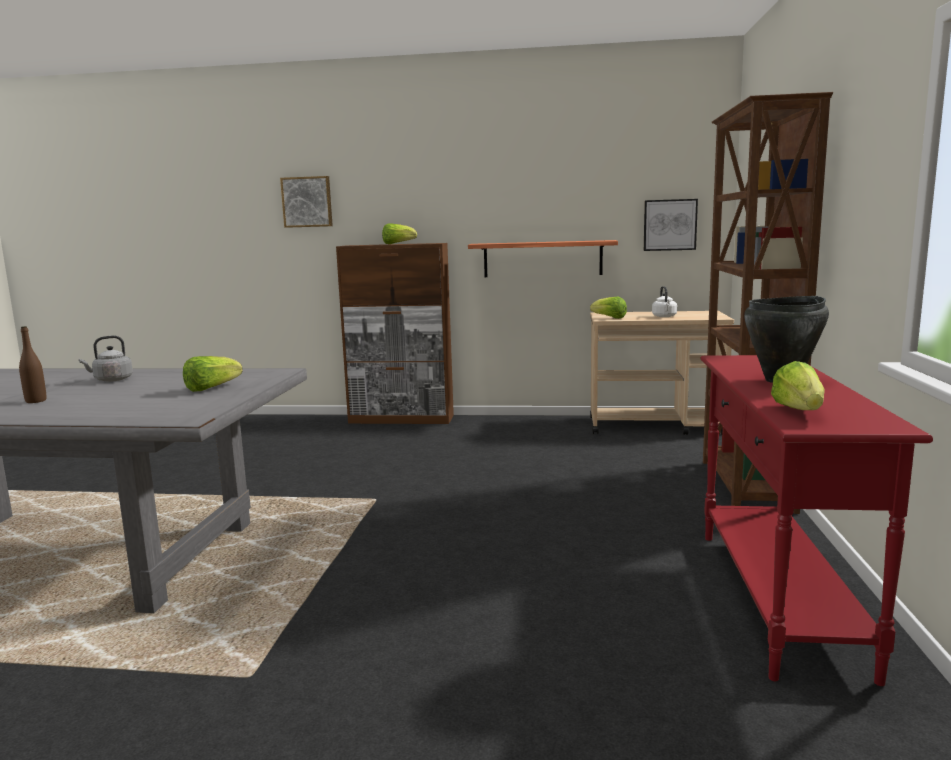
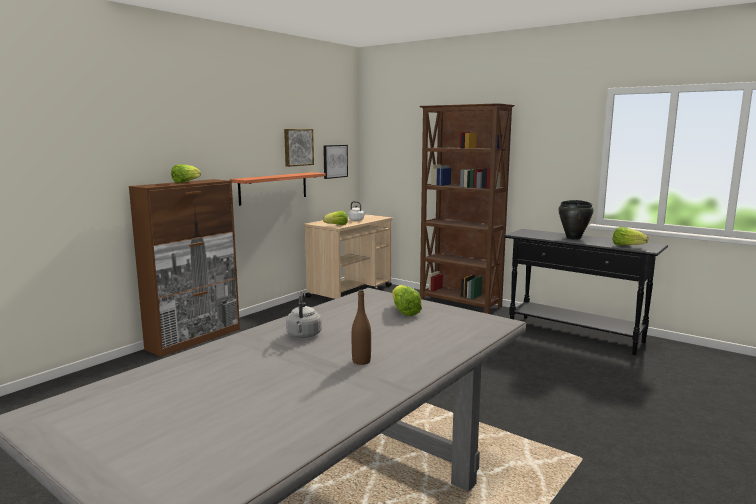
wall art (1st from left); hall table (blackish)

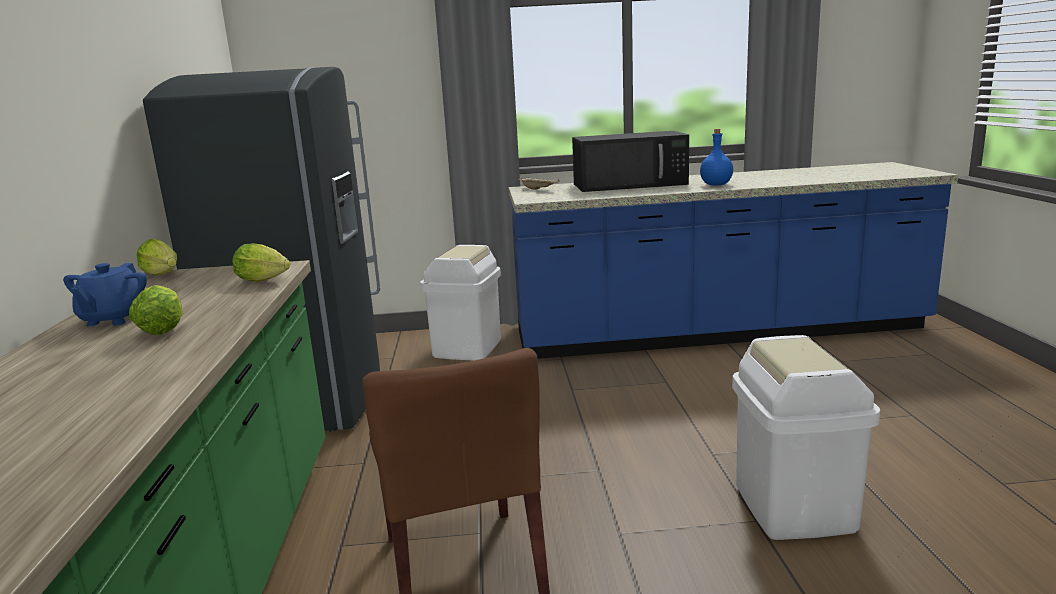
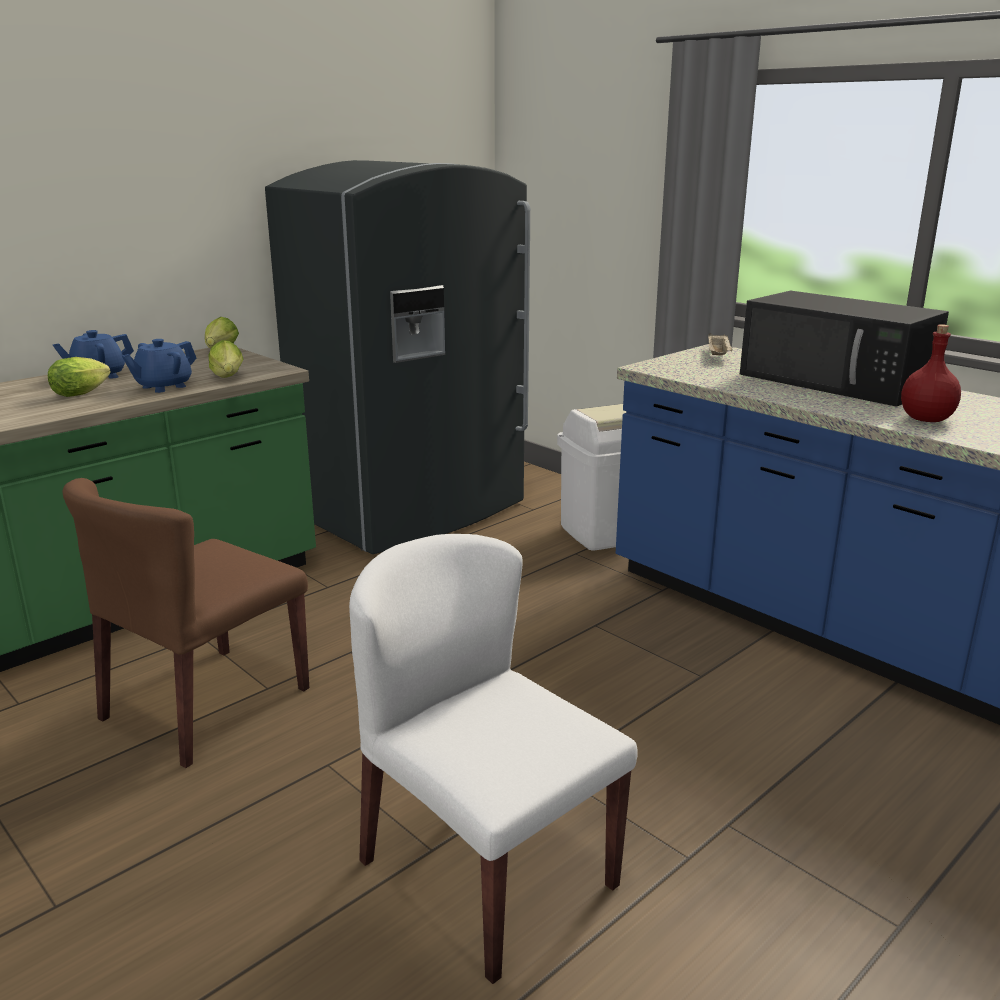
bottle (red); chair (white-coloured); teapot (bluish) (2nd from left)

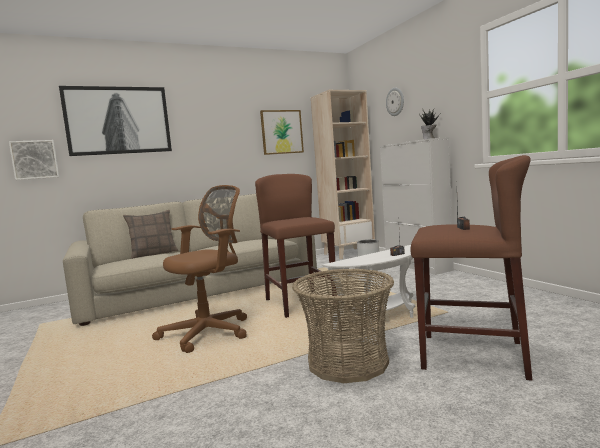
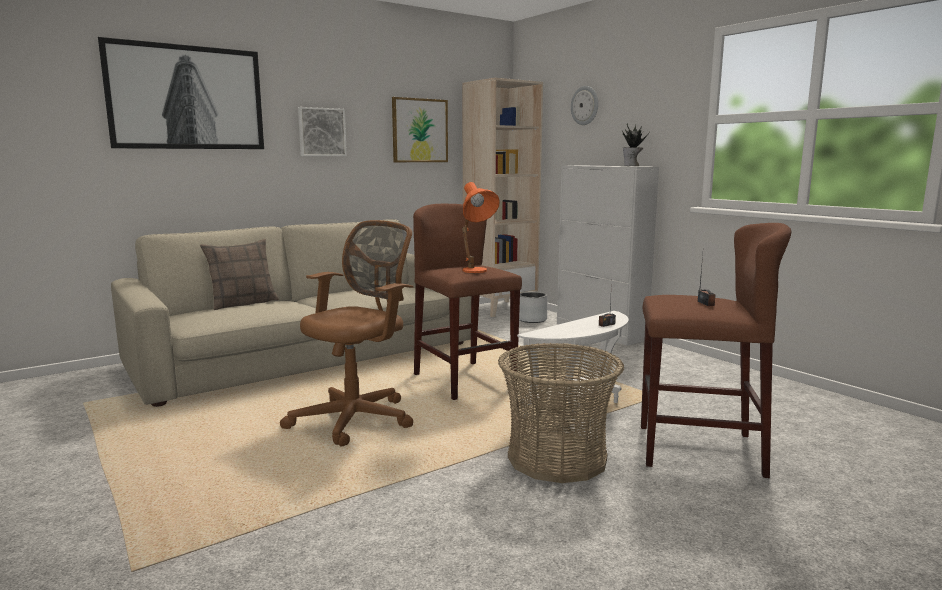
wall art (2nd from left); tabletop lamp (orangey)

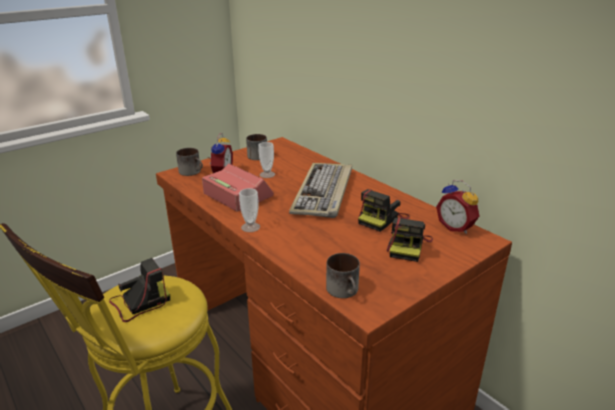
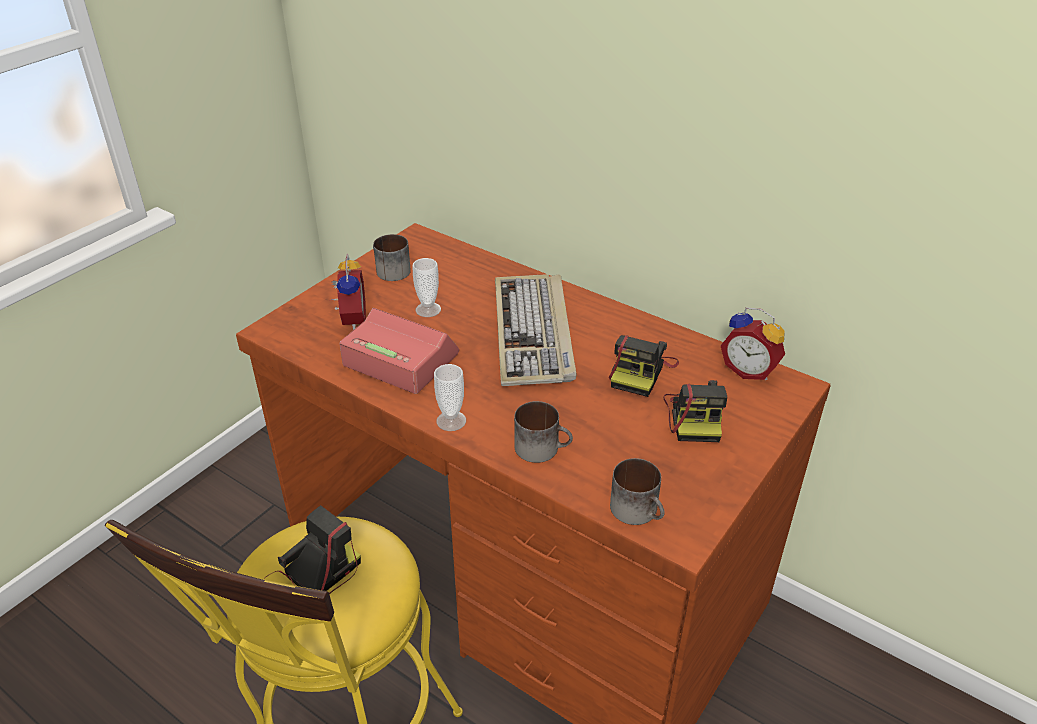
coffee mug (2nd from left)

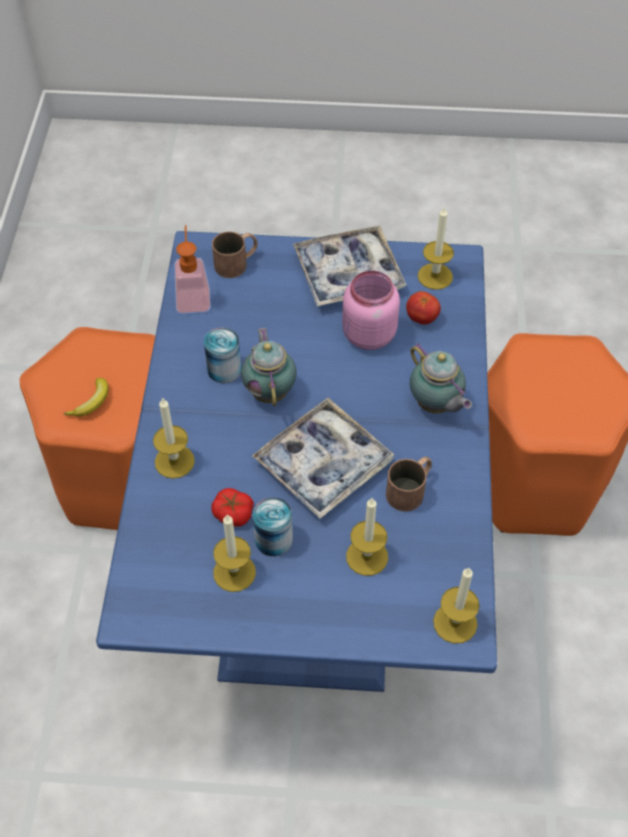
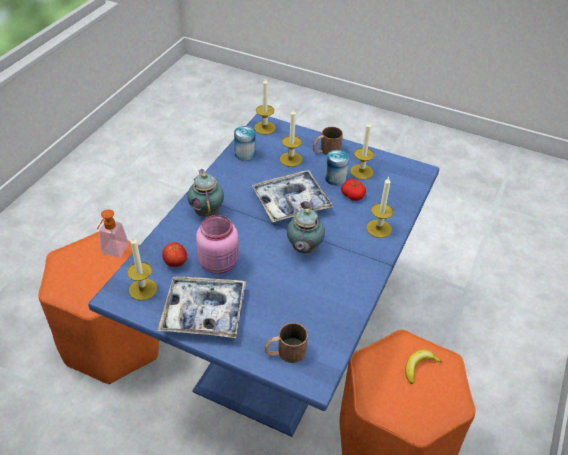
liquid soap bottle; sealed can (1st from left); coffee mug (brown) (2nd from left)

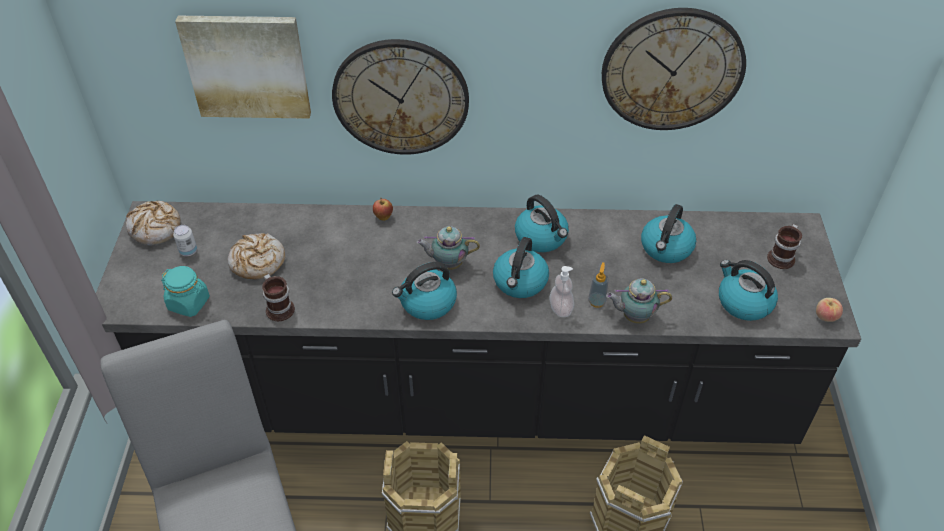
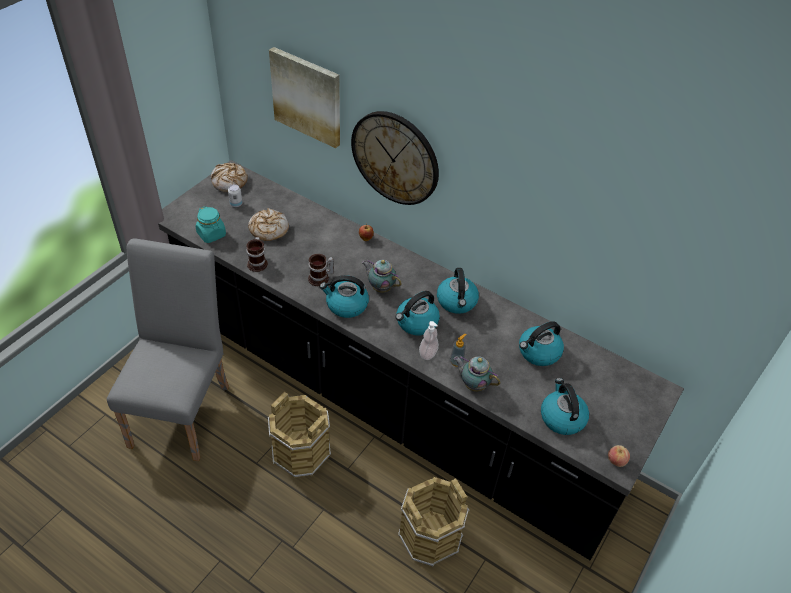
hanging clock (2nd from left in the first image); coffee mug (2nd from left)

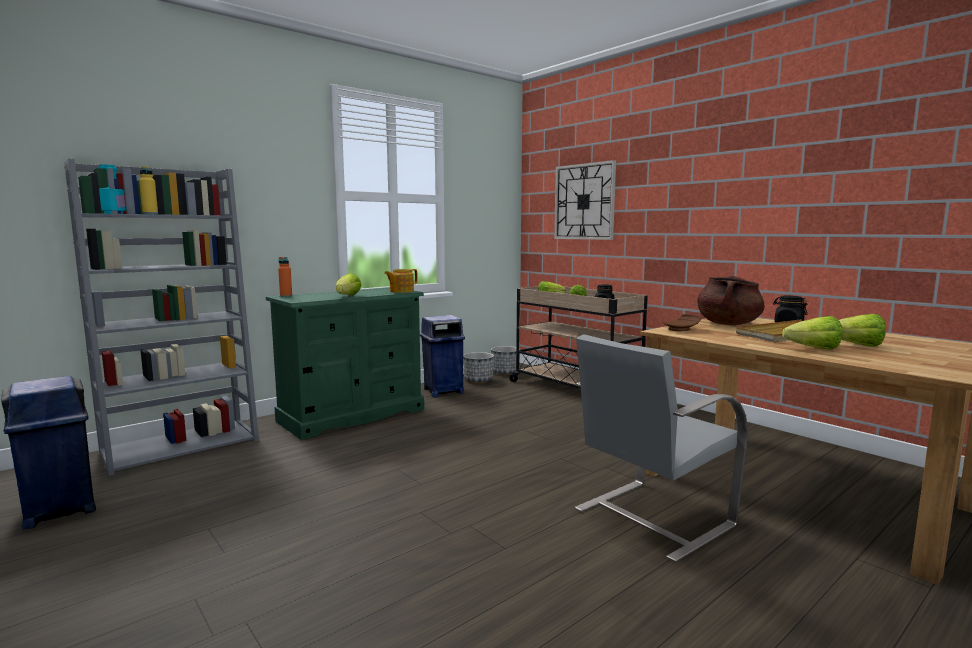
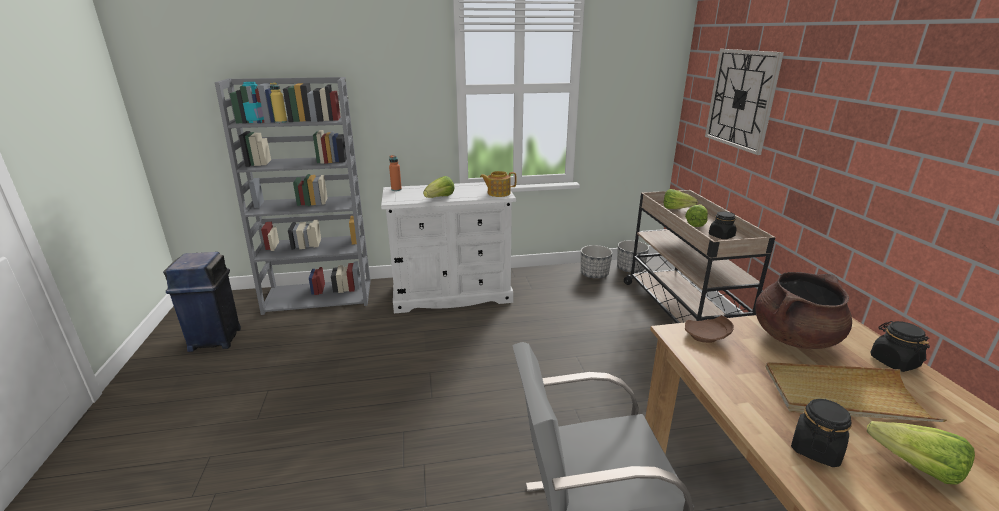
chest of drawers (white-coloured); waste bin (bluish) (2nd from left in the first image); storage jar (blackish) (2nd from left)

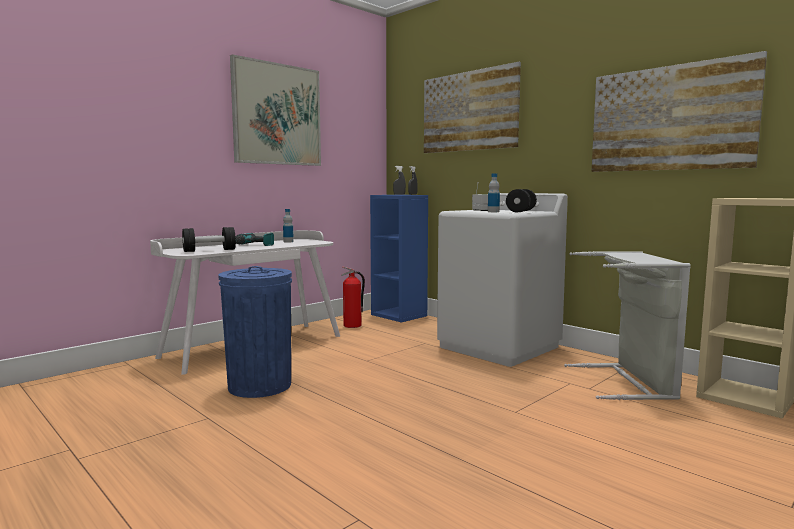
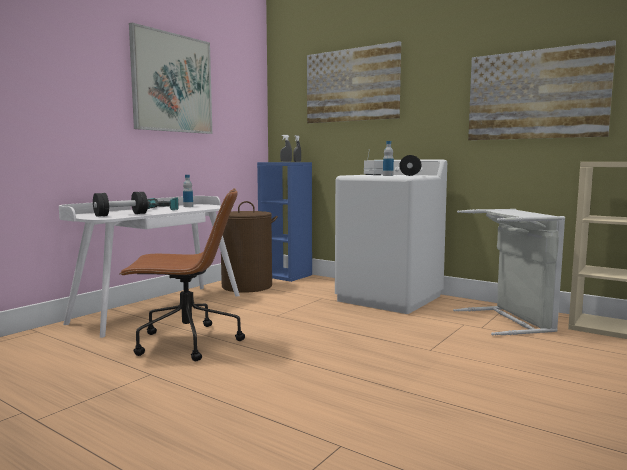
desk chair (brown); washing basket (brown)

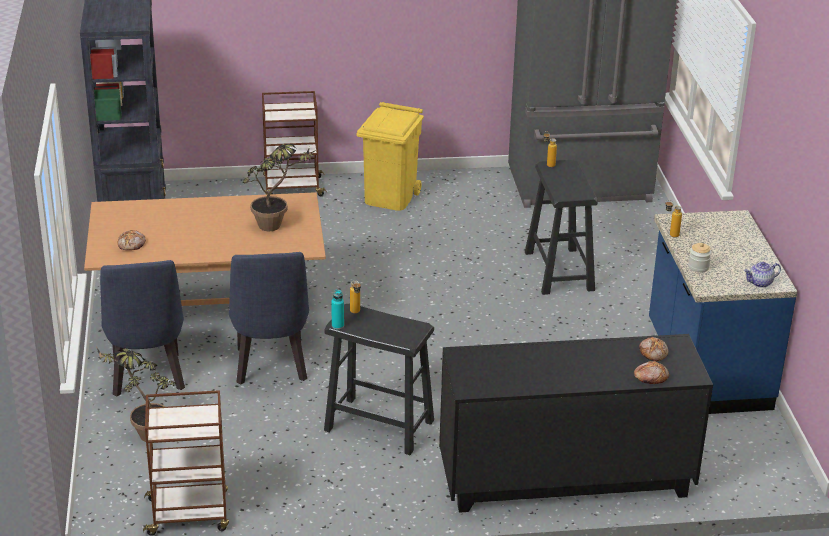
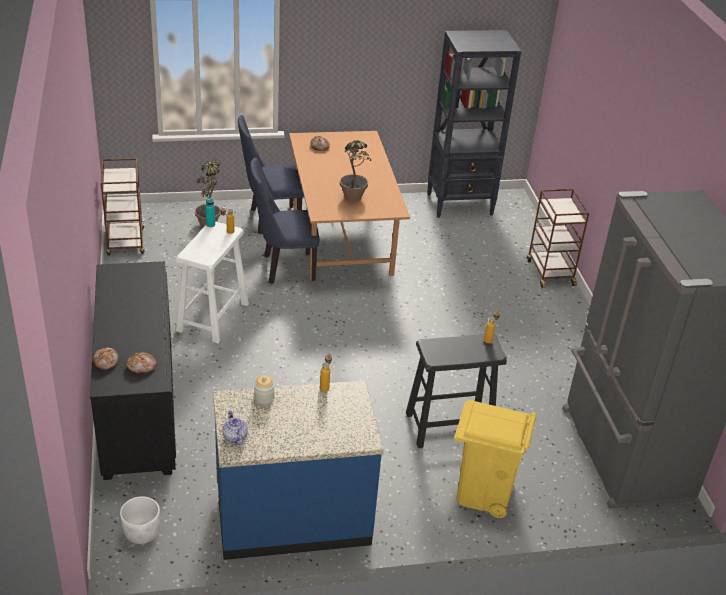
stool (white-coloured); waste bin (yellow-coloured); plant pot (white-coloured)

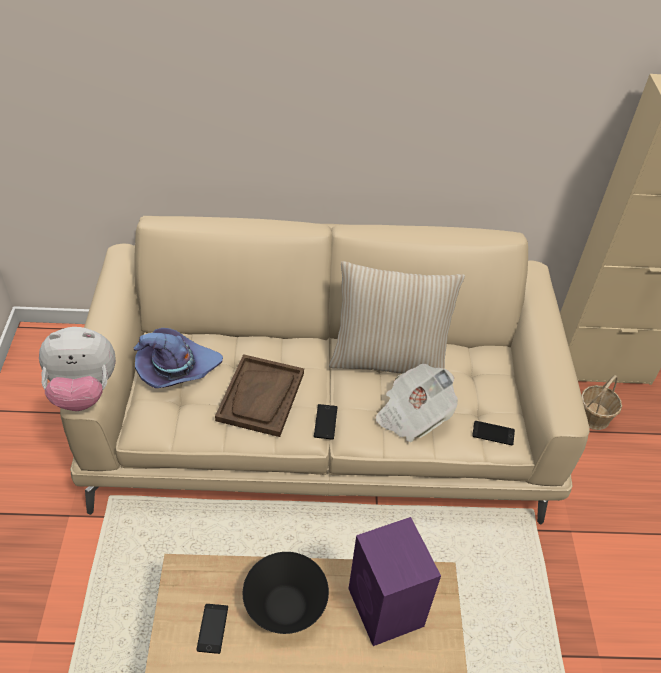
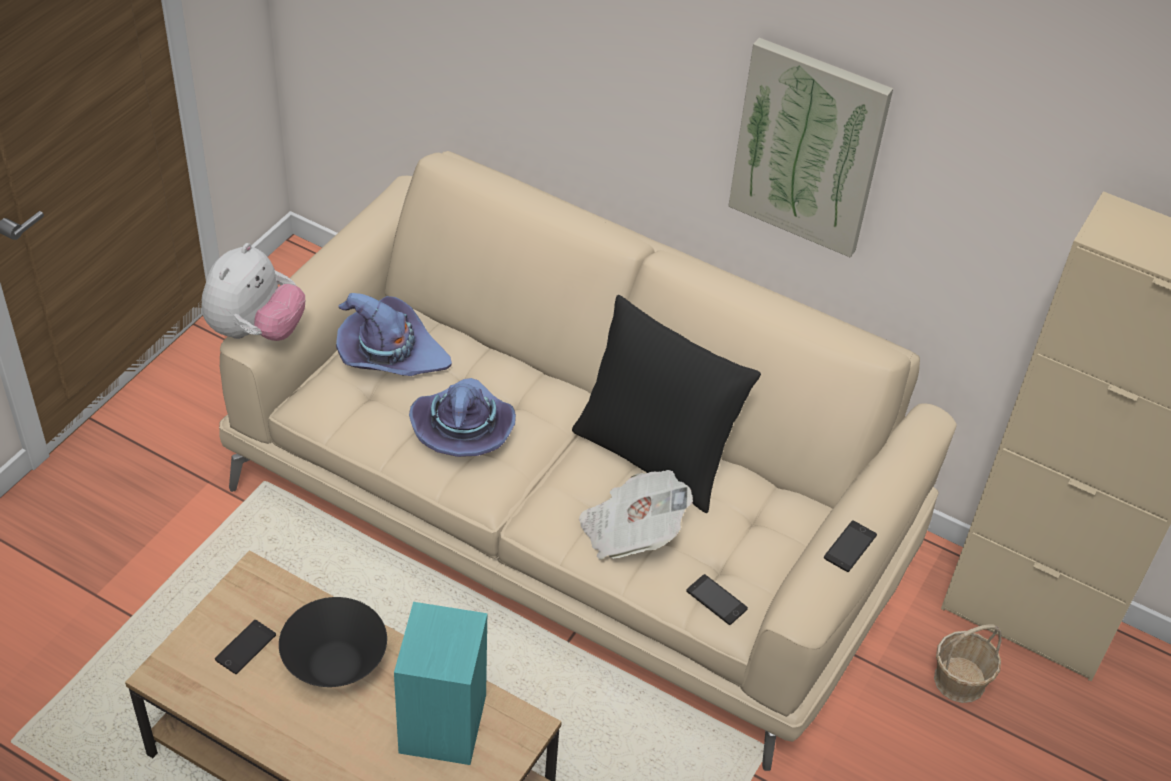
soft toy; clothing hat (purplish) (2nd from left); phone (3rd from left); cushion (blackish); speaker (blue-green); wall art

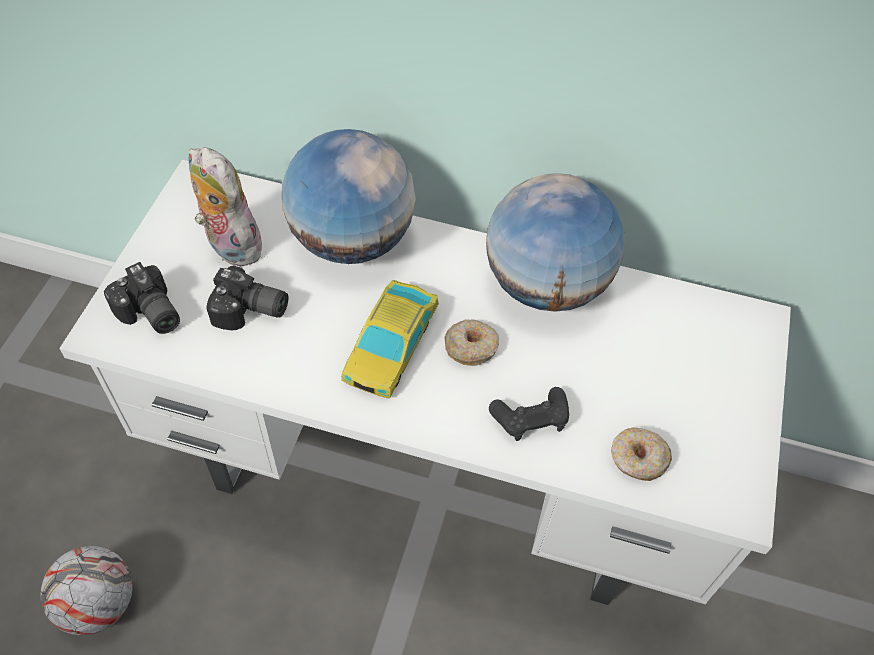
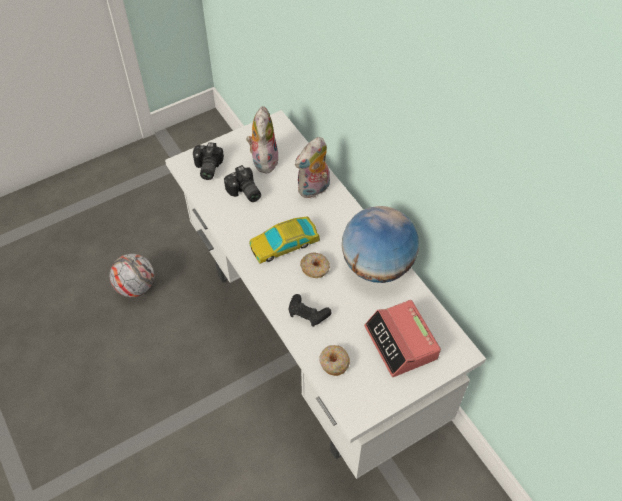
soft toy (2nd from left); bedside clock

